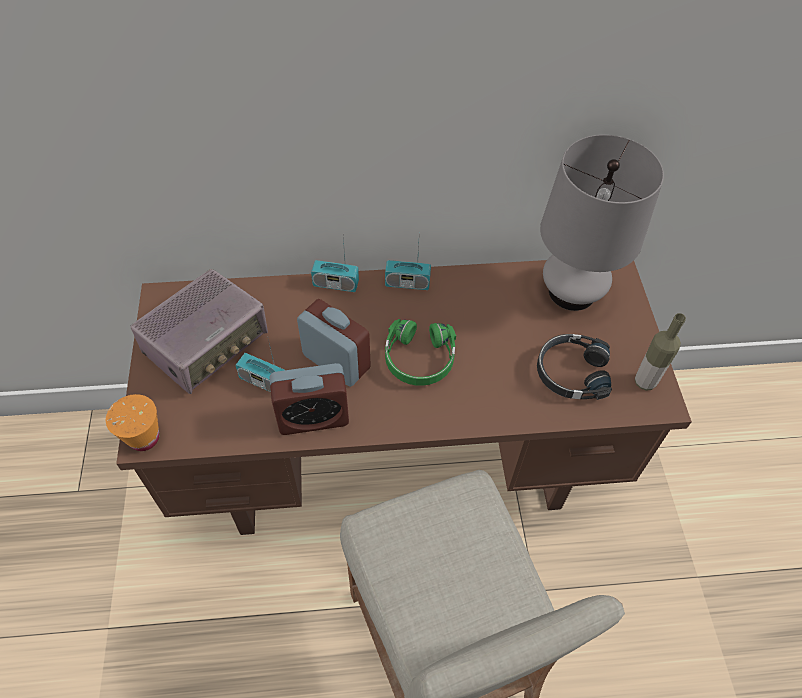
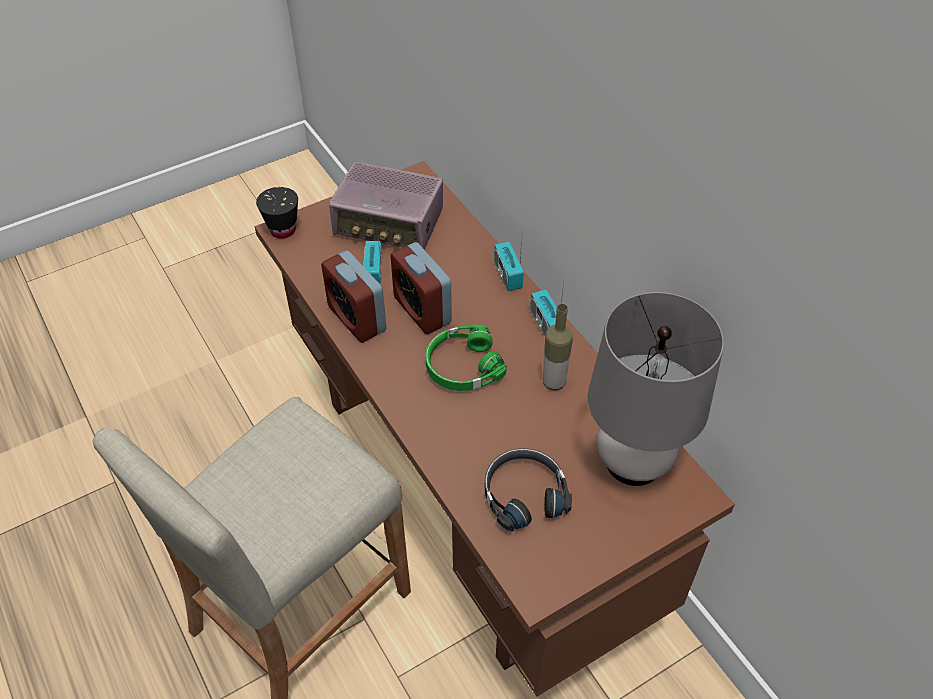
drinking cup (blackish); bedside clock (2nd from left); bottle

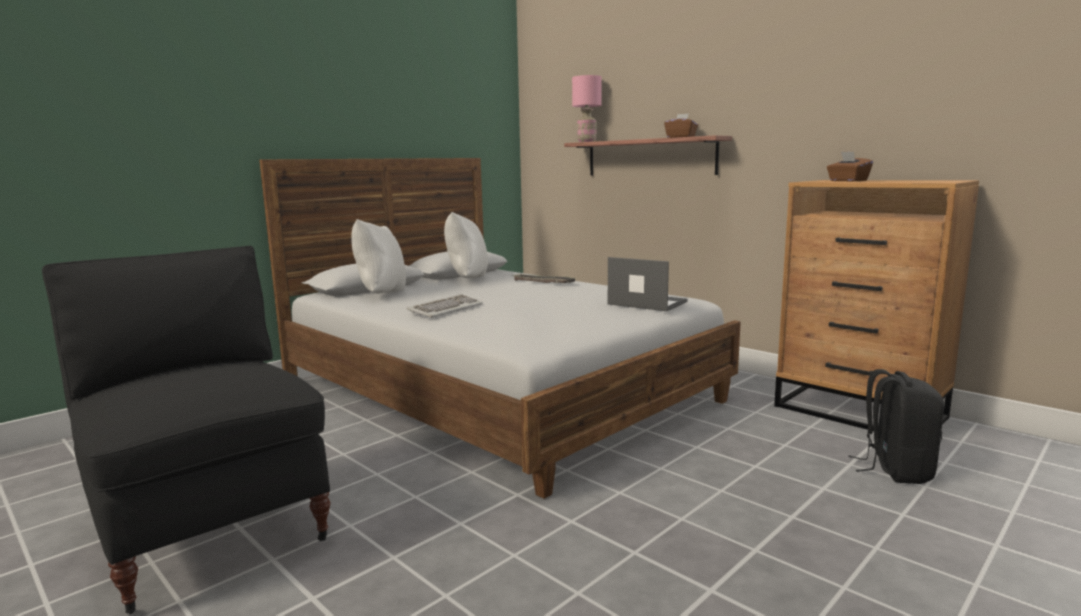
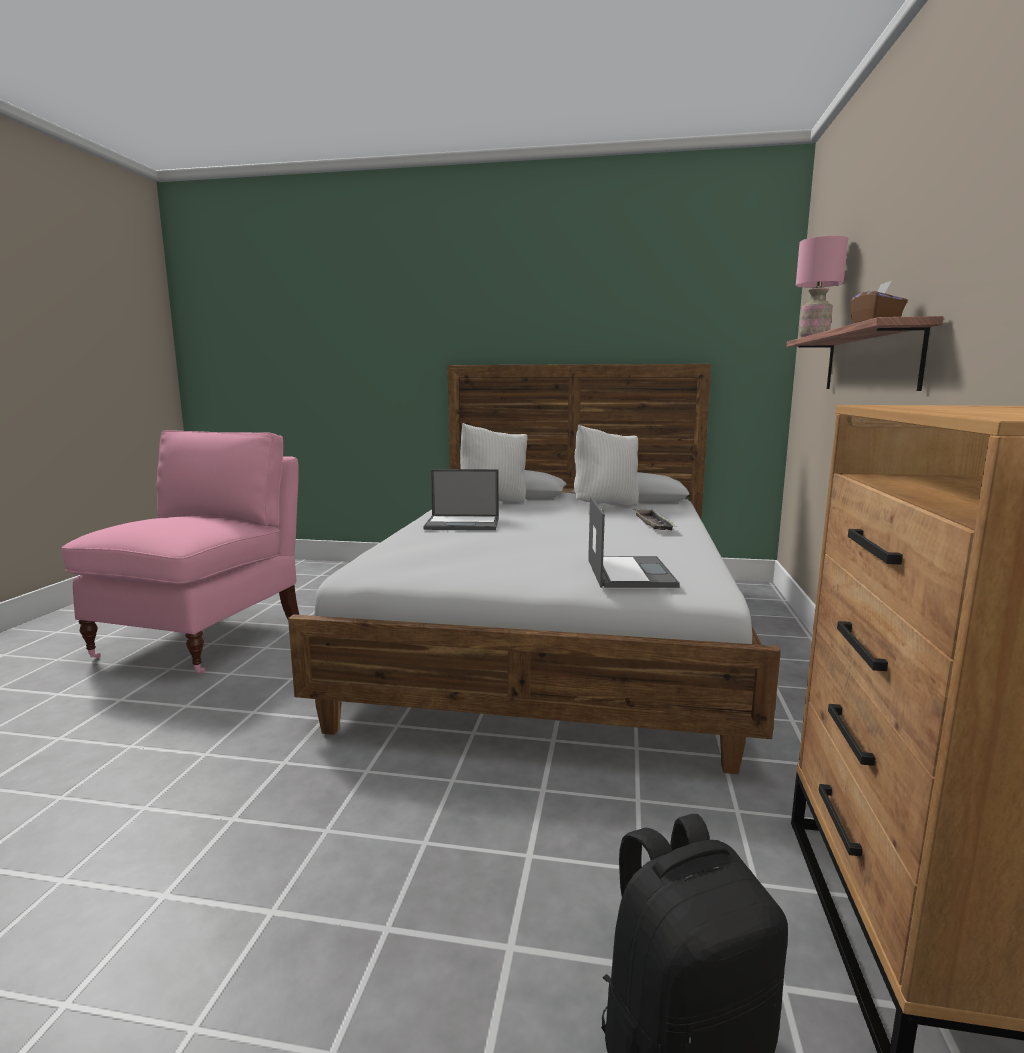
chair (pink); portable computer (1st from left); tissue box (brown) (2nd from left in the first image)

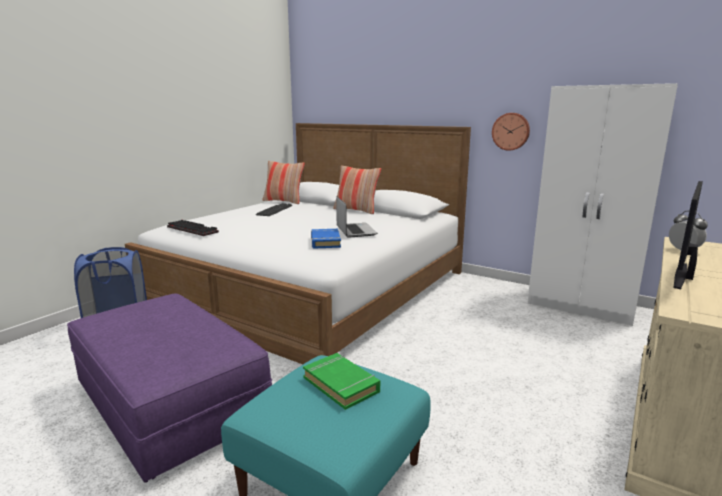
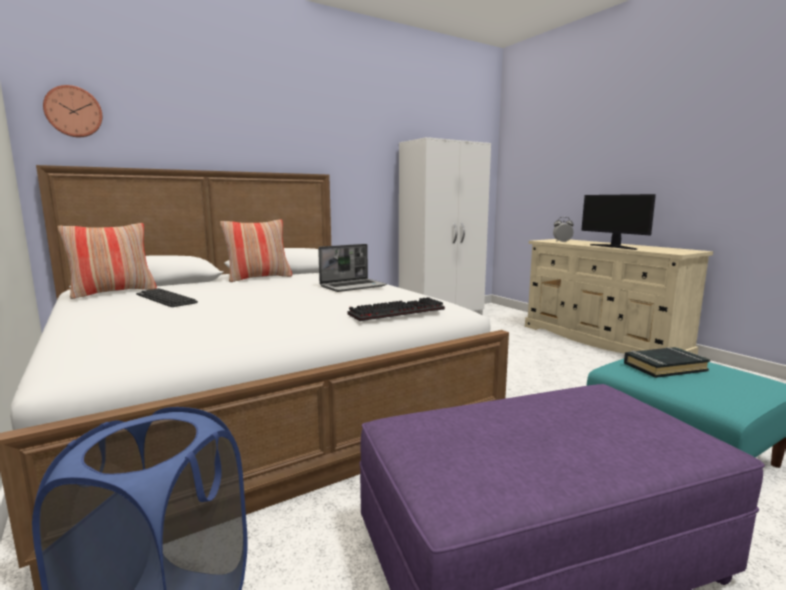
PC keyboard (2nd from left); book (blackish); book (bluish); portable computer; hanging clock

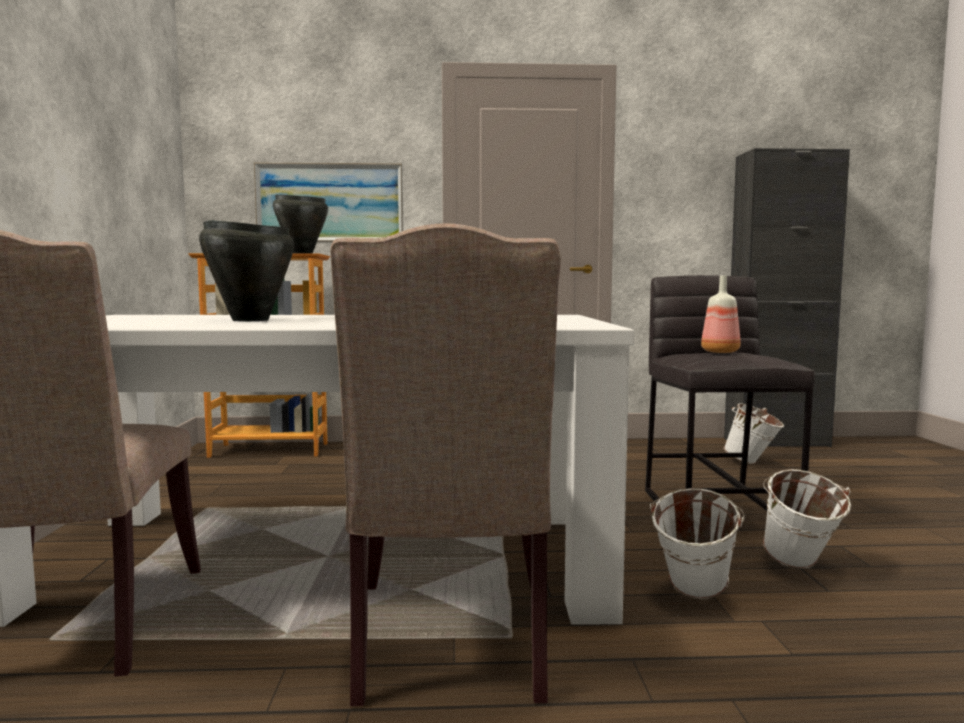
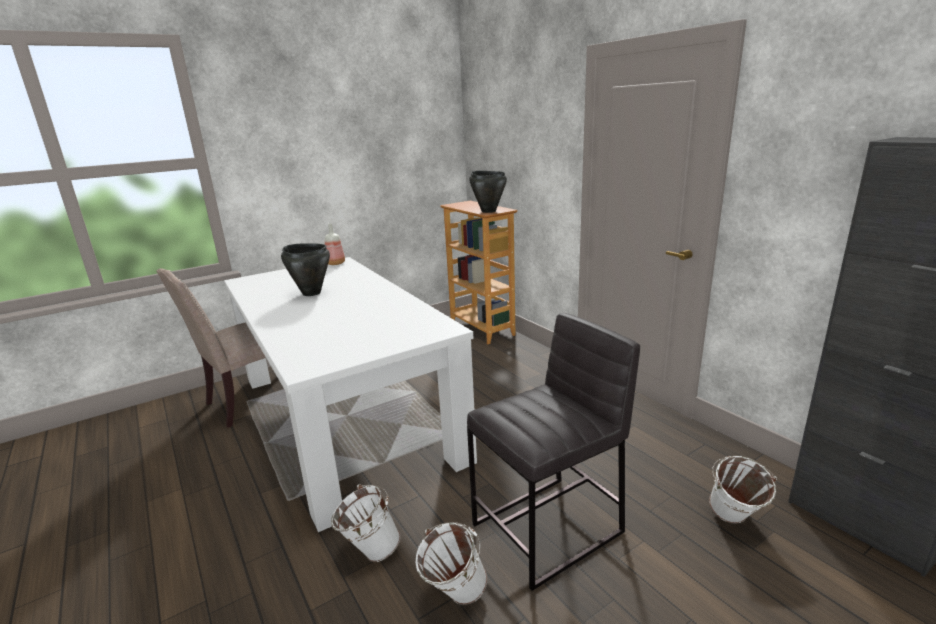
wall art; chair (beige) (2nd from left in the first image); bottle

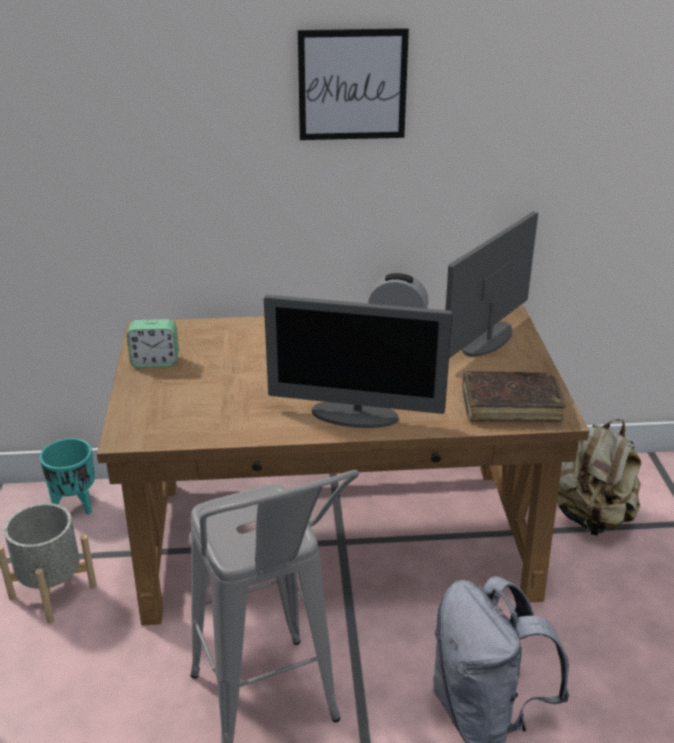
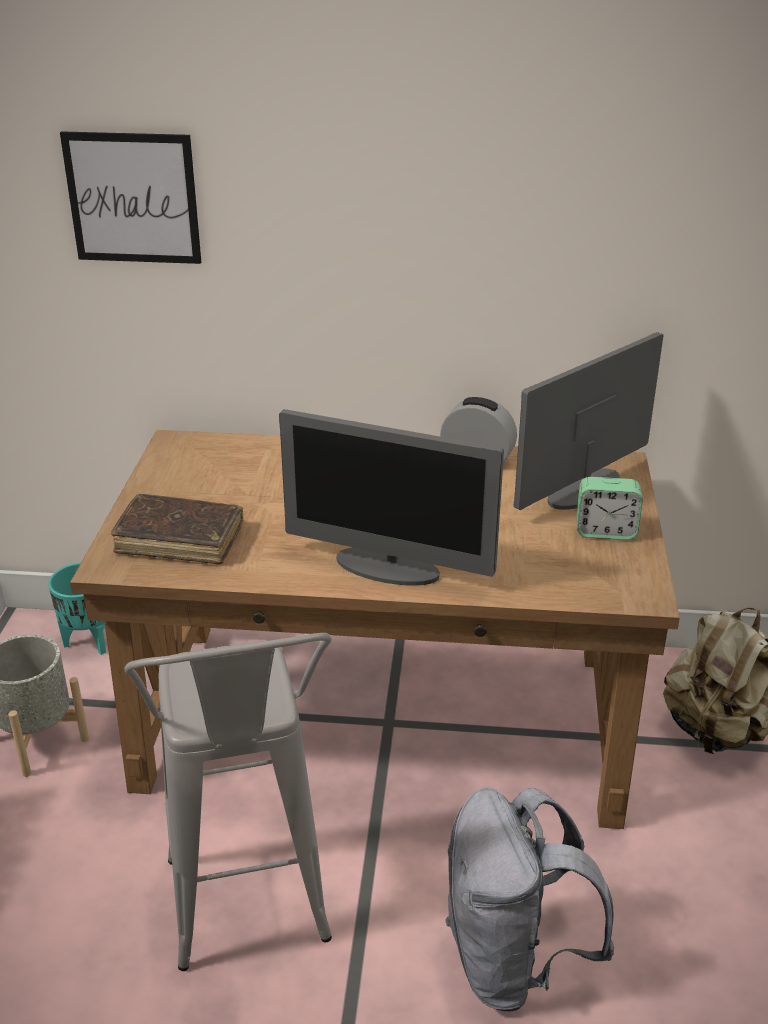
bedside clock (2nd from left); wall art; book (brown)

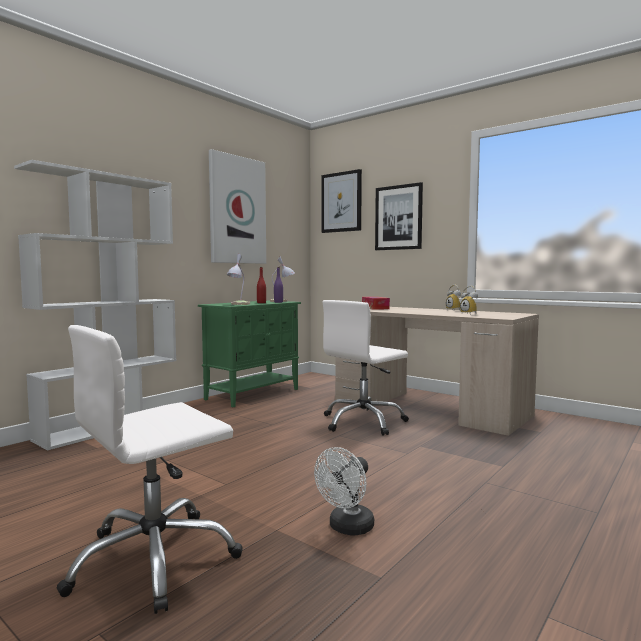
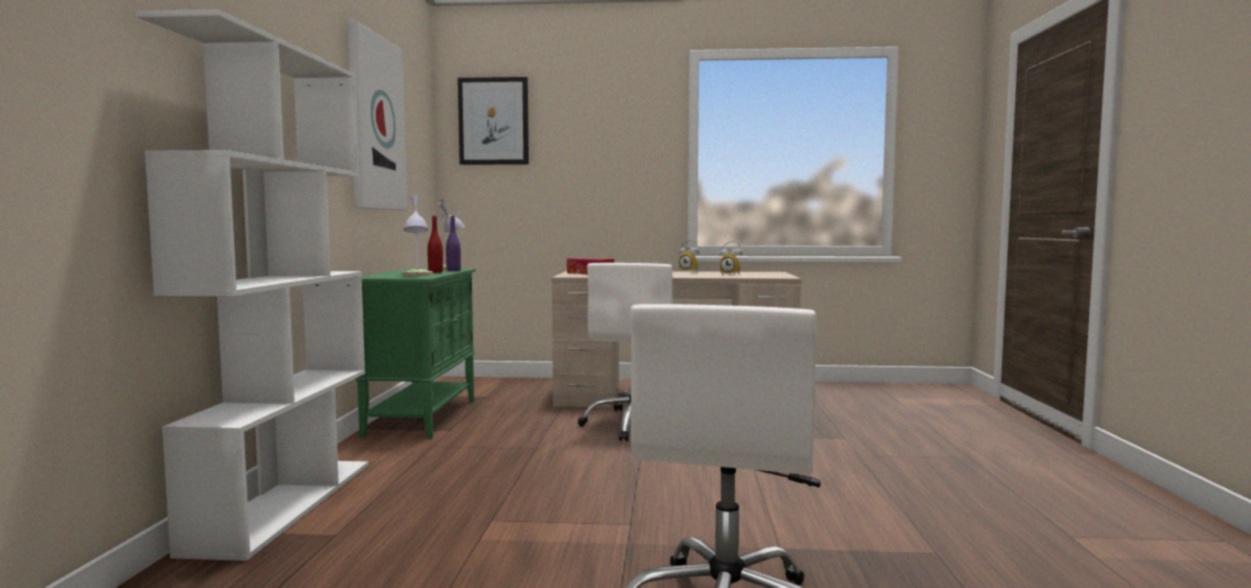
cooling fan (white-coloured); wall art (3rd from left in the first image)

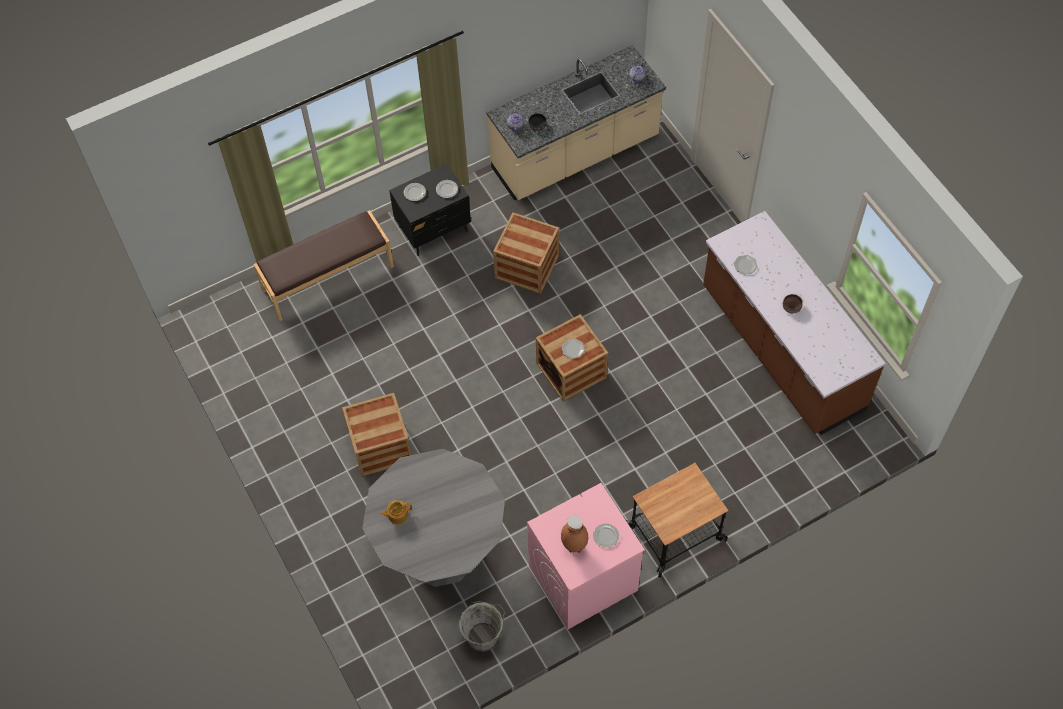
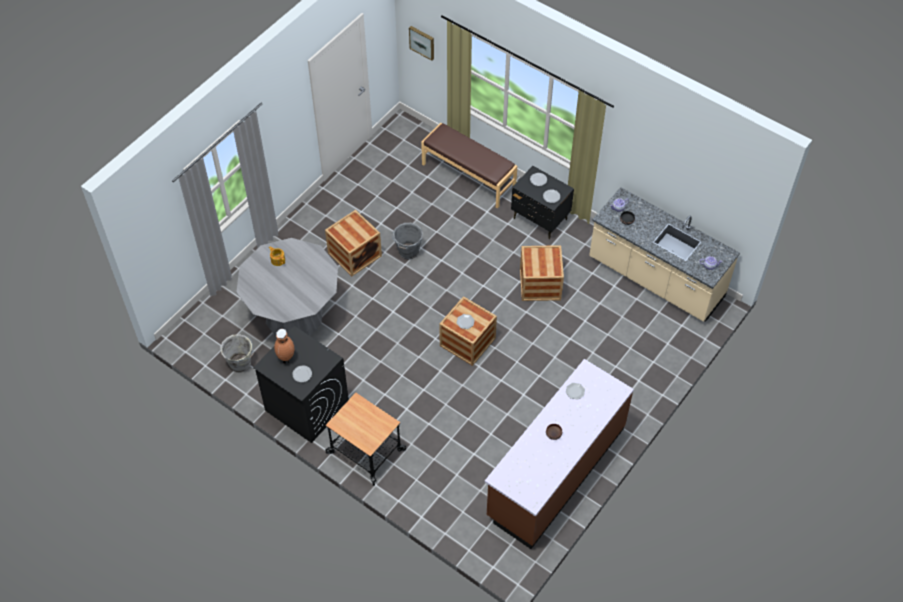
laundry machine (blackish); bucket (gray) (2nd from left); wall art

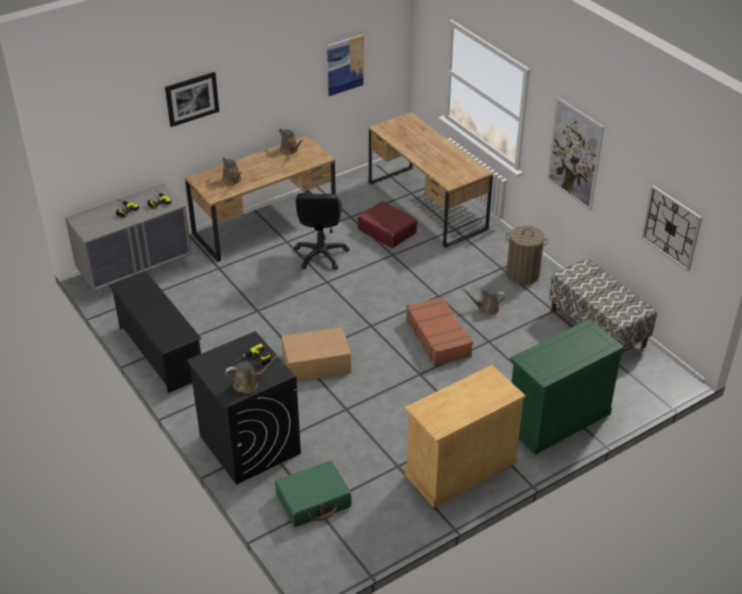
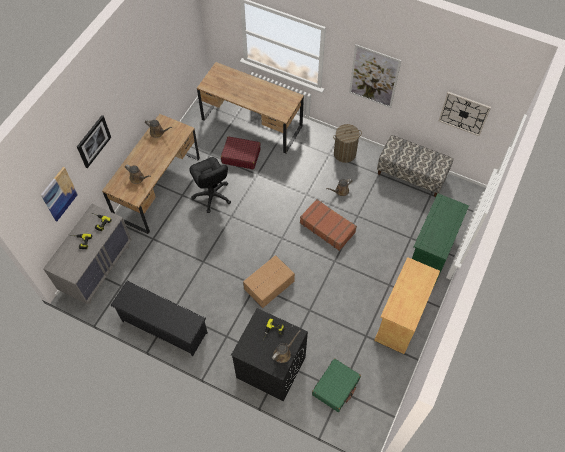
wall art (1st from left)

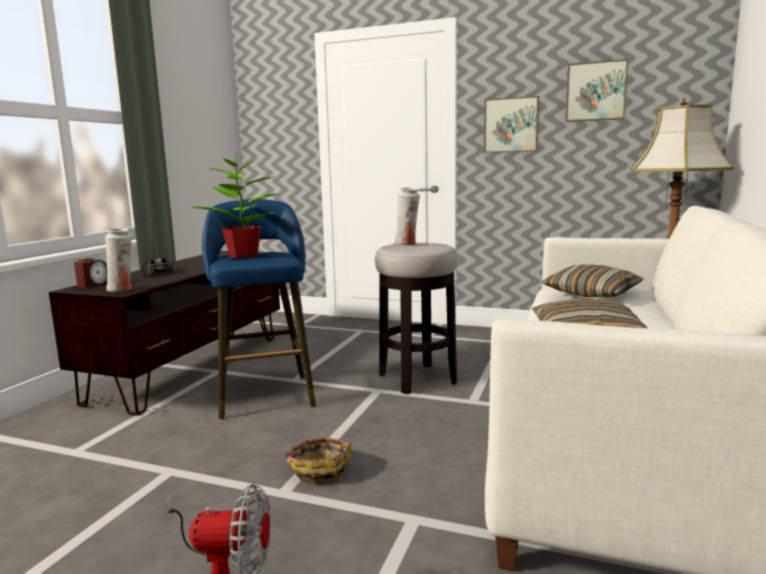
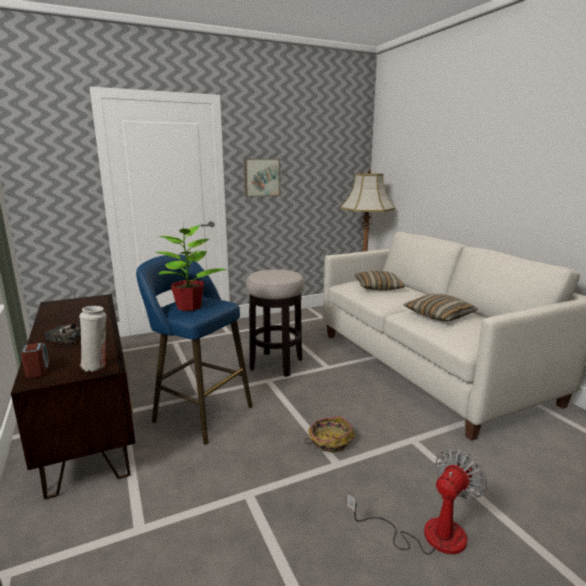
vase (white-coloured) (2nd from left in the first image); wall art (2nd from left in the first image)

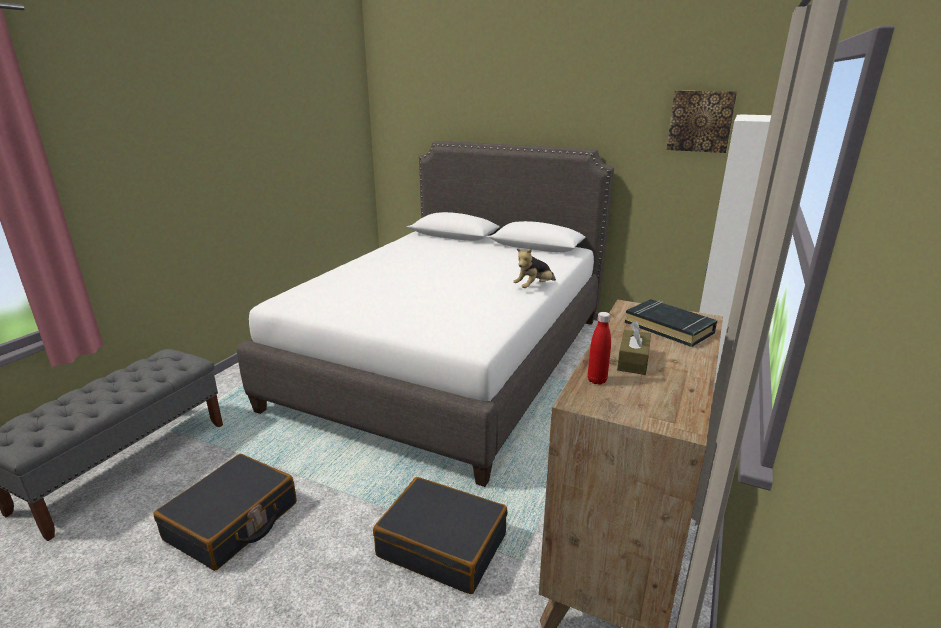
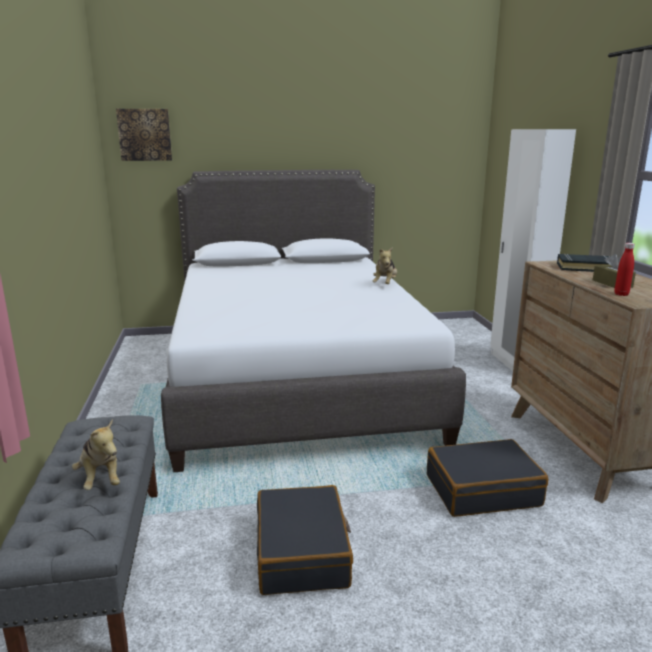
wall art; soft toy (1st from left)

